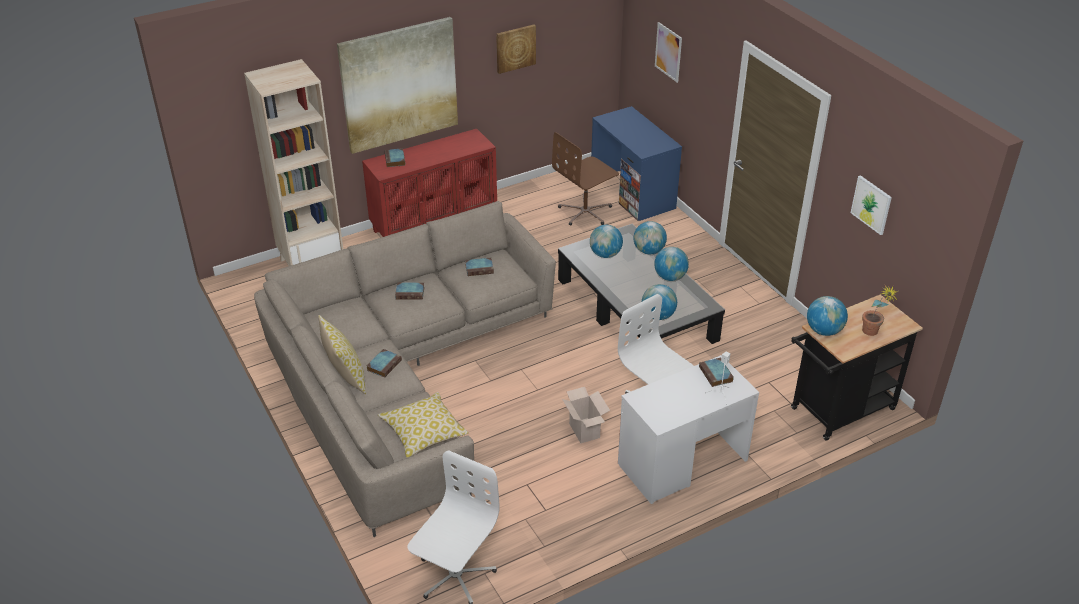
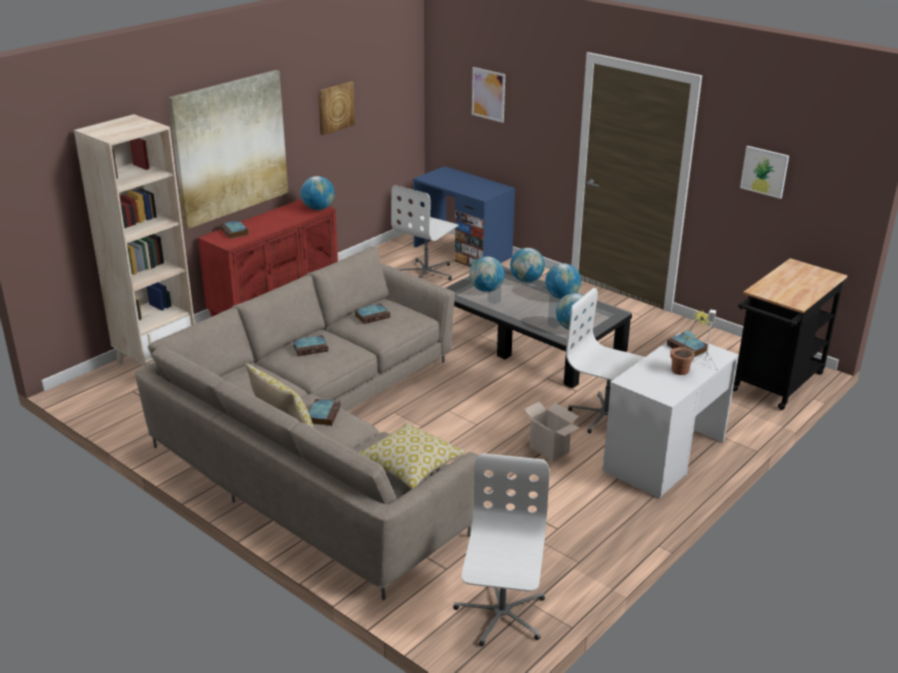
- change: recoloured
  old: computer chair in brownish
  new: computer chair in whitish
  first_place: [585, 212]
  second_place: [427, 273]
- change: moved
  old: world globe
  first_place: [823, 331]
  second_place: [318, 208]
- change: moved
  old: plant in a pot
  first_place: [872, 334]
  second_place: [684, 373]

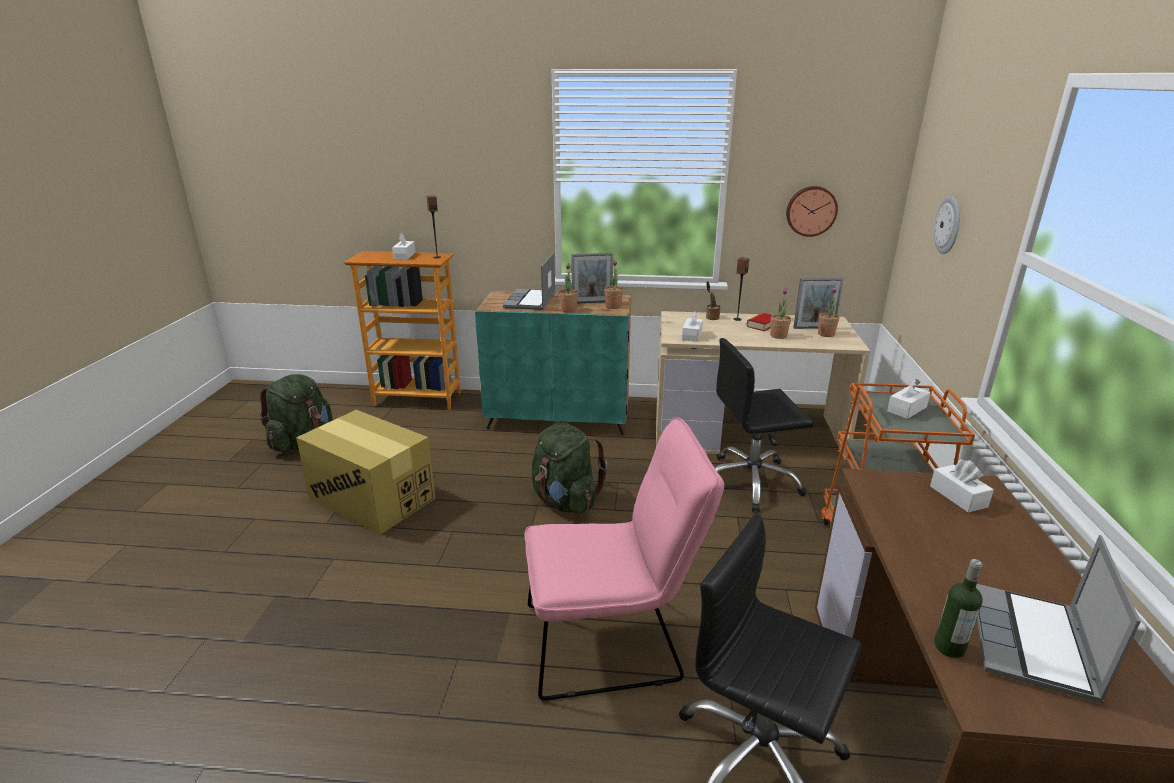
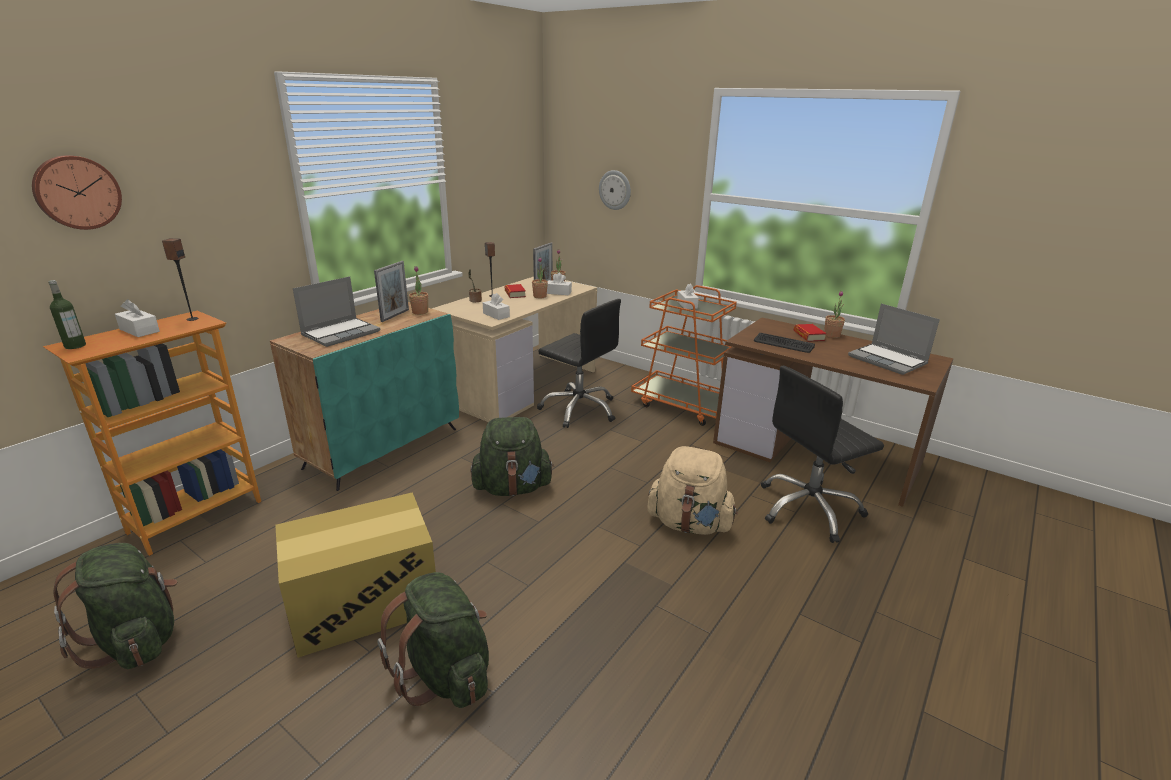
- change: turned
  old: portable computer
  first_place: [531, 301]
  second_place: [341, 333]
  degrees: -90
- change: replaced
  old: plain chair in pinkish
  new: backpack in sand-coloured
  first_place: [613, 641]
  second_place: [689, 524]
- change: moved
  old: plant in a pot
  first_place: [568, 310]
  second_place: [831, 335]
- change: turned
  old: computer chair in black-coloured
  first_place: [751, 482]
  second_place: [579, 409]
  degrees: -75
- change: moved
  old: hanging clock
  first_place: [811, 211]
  second_place: [77, 192]
- change: moved
  old: tissue box in whitish
  first_place: [958, 496]
  second_place: [558, 292]
- change: moved
  old: beverage bottle
  first_place: [949, 647]
  second_place: [75, 346]
- change: added
  new: backpack in green
  second_place: [445, 674]
- change: added
  new: keyboard
  second_place: [783, 344]
- change: added
  new: volume
  second_place: [808, 336]

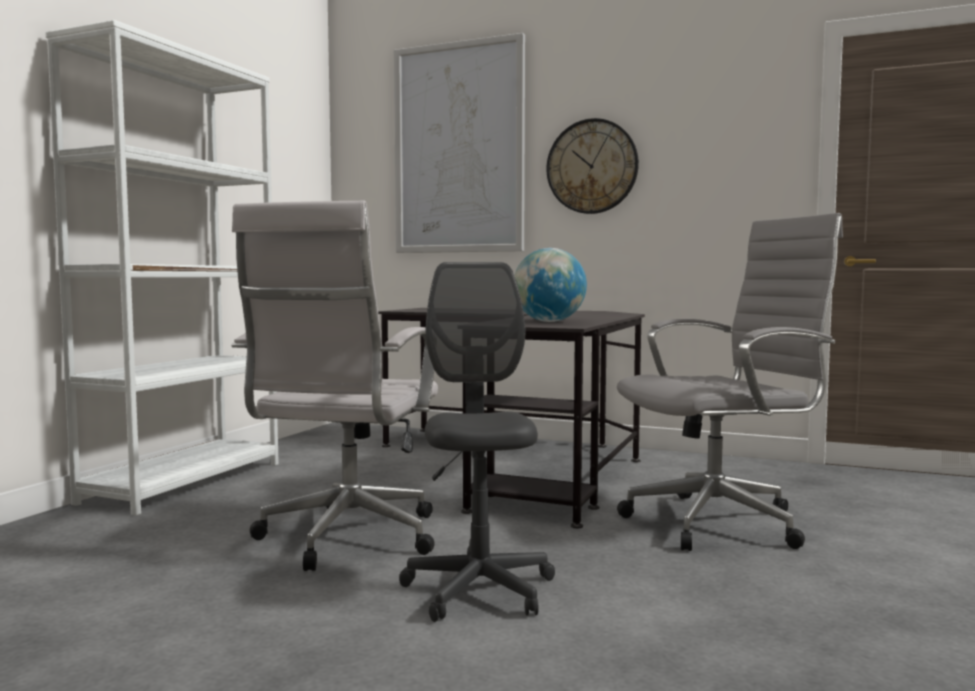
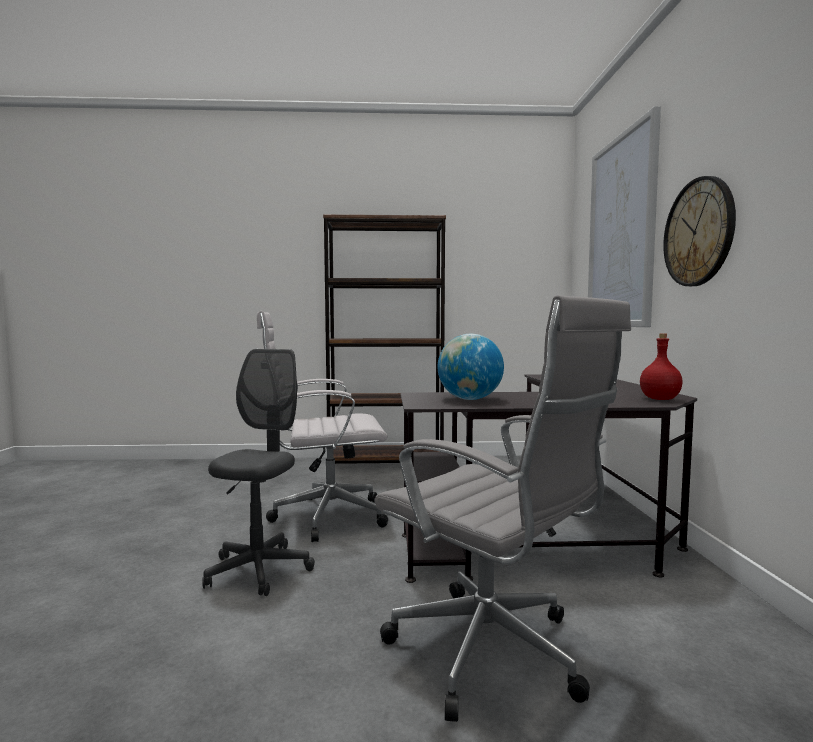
- change: recoloured
  old: bookshelf in whitish
  new: bookshelf in brownish
  first_place: [185, 482]
  second_place: [386, 463]
- change: turned
  old: computer chair in gray
  first_place: [479, 590]
  second_place: [258, 570]
  degrees: -45
- change: added
  new: beverage bottle in red
  second_place: [659, 399]

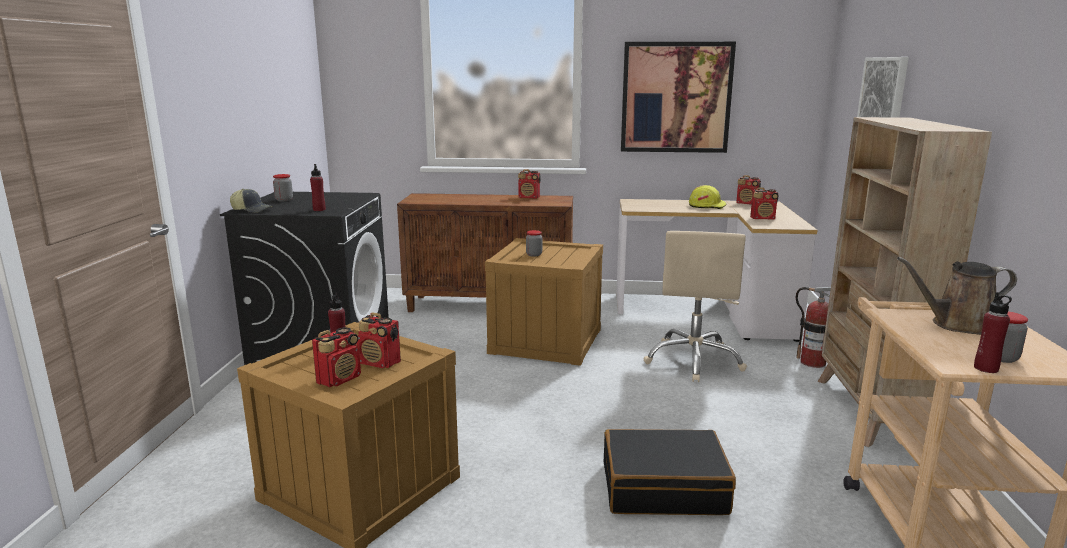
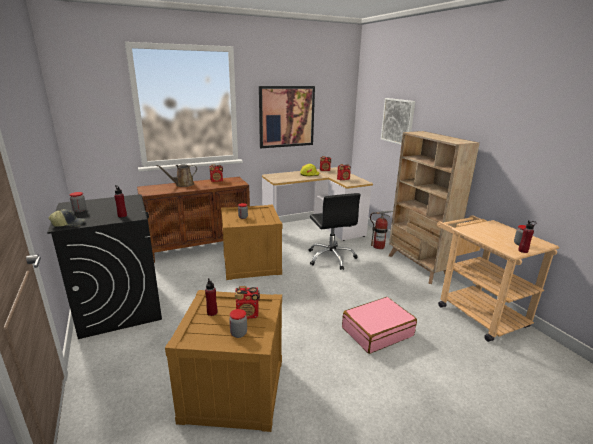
- change: replaced
  old: radio
  new: preserve jar
  first_place: [340, 379]
  second_place: [238, 333]
- change: recoloured
  old: suitcase in black-coloured
  new: suitcase in pinkish
  first_place: [663, 488]
  second_place: [377, 331]
- change: recoloured
  old: computer chair in sand-coloured
  new: computer chair in black-coloured
  first_place: [694, 360]
  second_place: [331, 258]
- change: moved
  old: sprinkling can in brownish
  first_place: [957, 325]
  second_place: [183, 184]

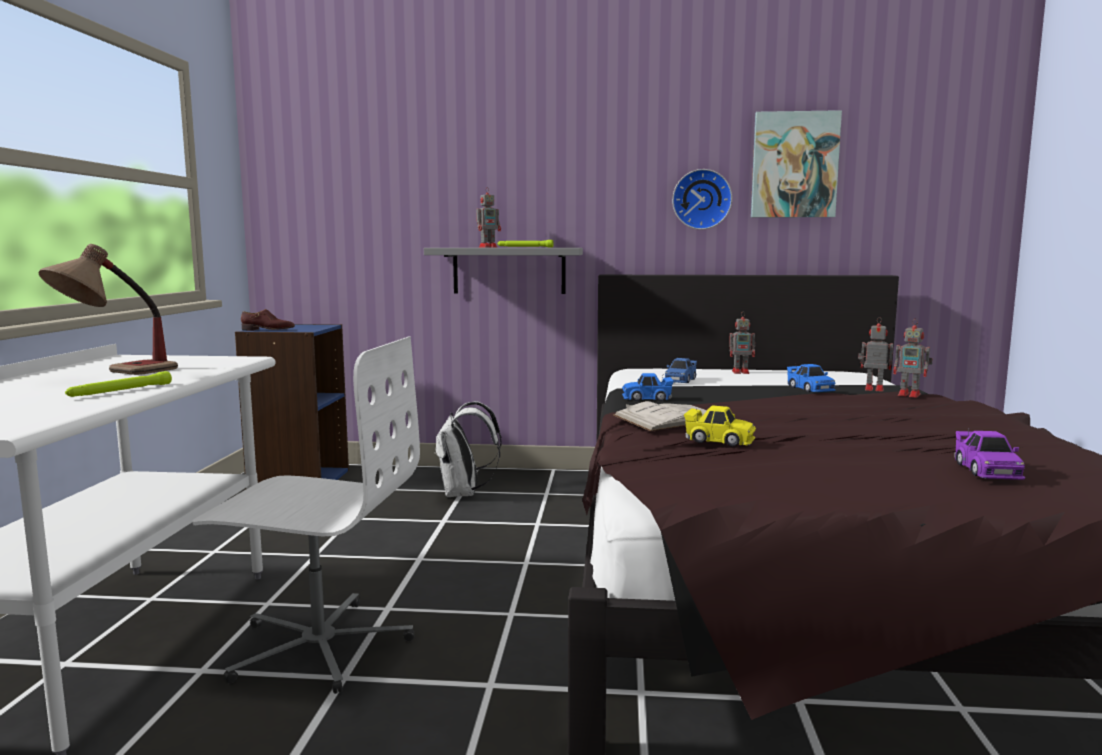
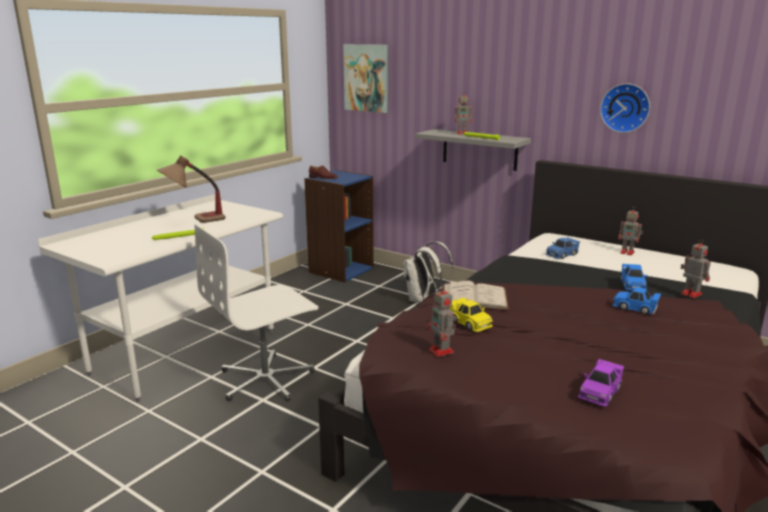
- change: turned
  old: computer chair in whitish
  first_place: [319, 646]
  second_place: [266, 379]
  degrees: 105
- change: moved
  old: toy car in blue
  first_place: [647, 398]
  second_place: [635, 308]
- change: moved
  old: wall picture
  first_place: [794, 165]
  second_place: [366, 78]
- change: moved
  old: model robot
  first_place: [910, 395]
  second_place: [442, 351]

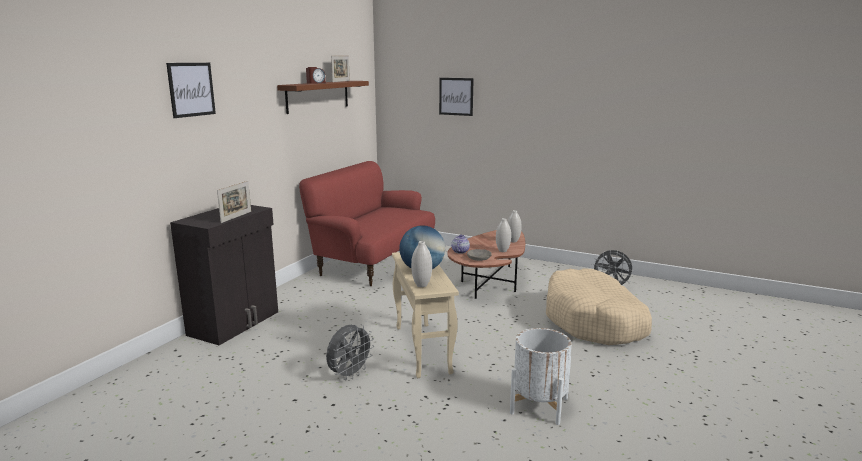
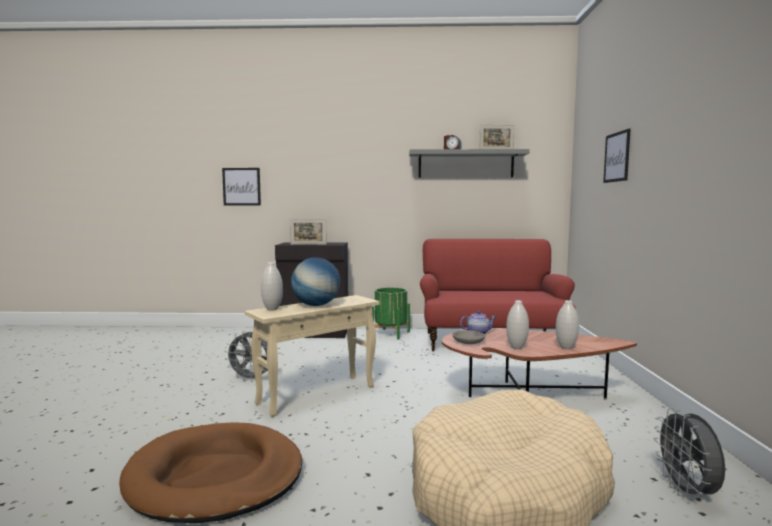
- change: moved
  old: wall picture
  first_place: [191, 89]
  second_place: [241, 186]
- change: recoloured
  old: bracket shelf in brownish
  new: bracket shelf in gray
  first_place: [318, 96]
  second_place: [465, 164]
- change: replaced
  old: flower pot in whitish
  new: dog cushion in brownish
  first_place: [539, 405]
  second_place: [215, 477]
- change: added
  new: flower pot in green
  second_place: [391, 334]

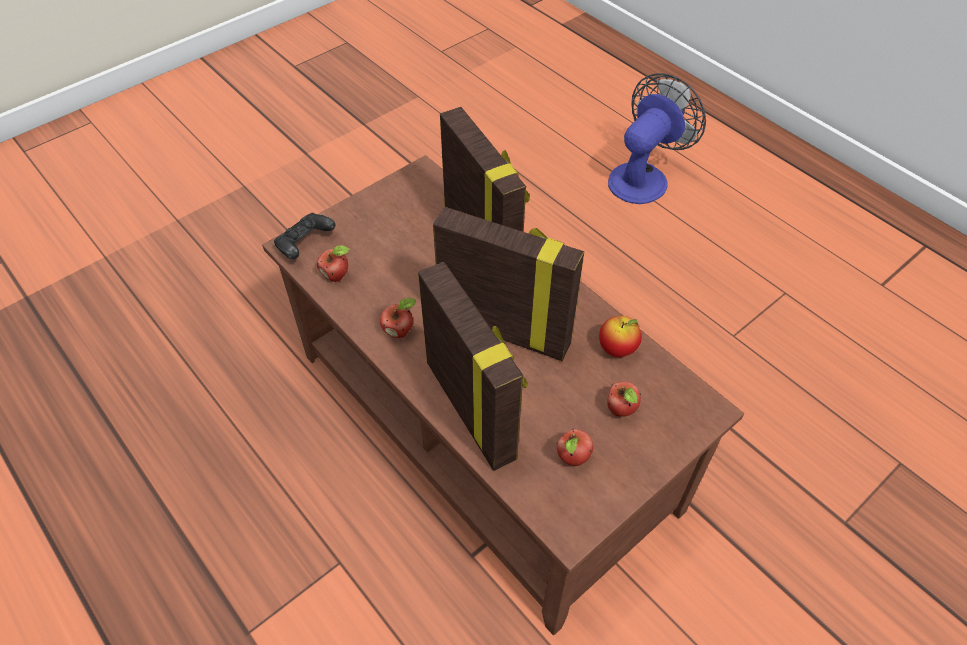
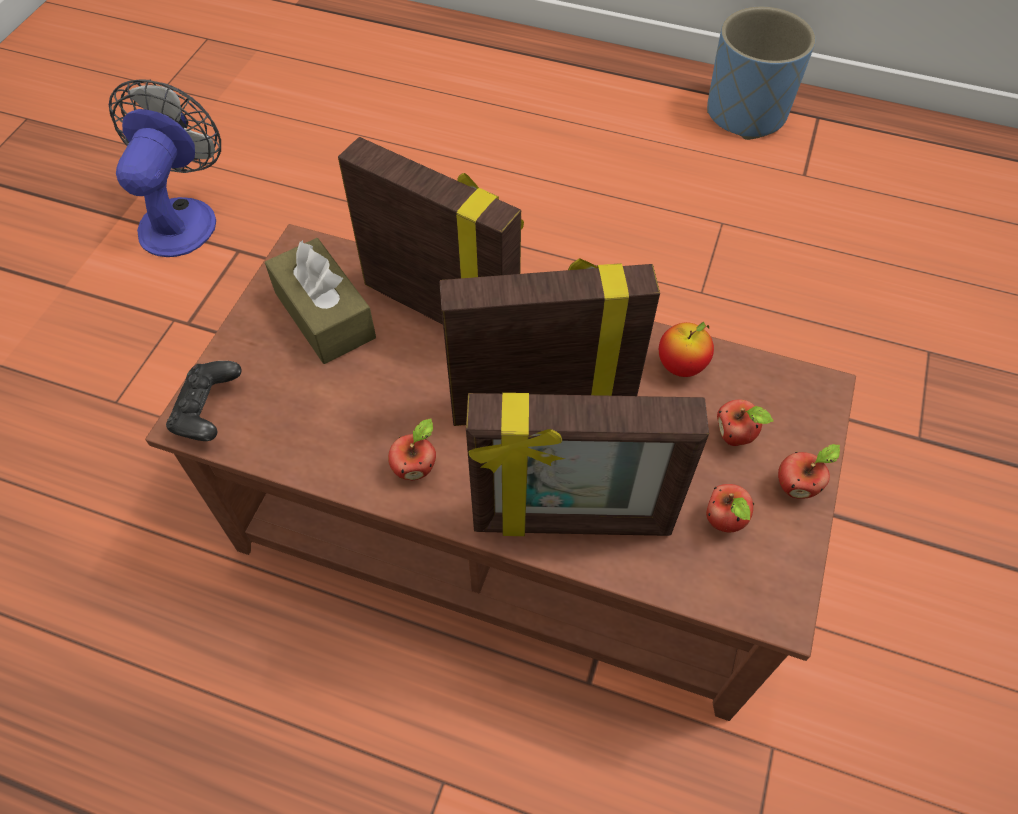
- change: moved
  old: apple
  first_place: [337, 276]
  second_place: [796, 486]
- change: turned
  old: picture frame
  first_place: [472, 409]
  second_place: [572, 522]
  degrees: 150
- change: moved
  old: fan
  first_place: [643, 177]
  second_place: [182, 216]
- change: added
  new: tissue box in brownish
  second_place: [324, 315]
- change: added
  new: flower pot in blue
  second_place: [746, 114]

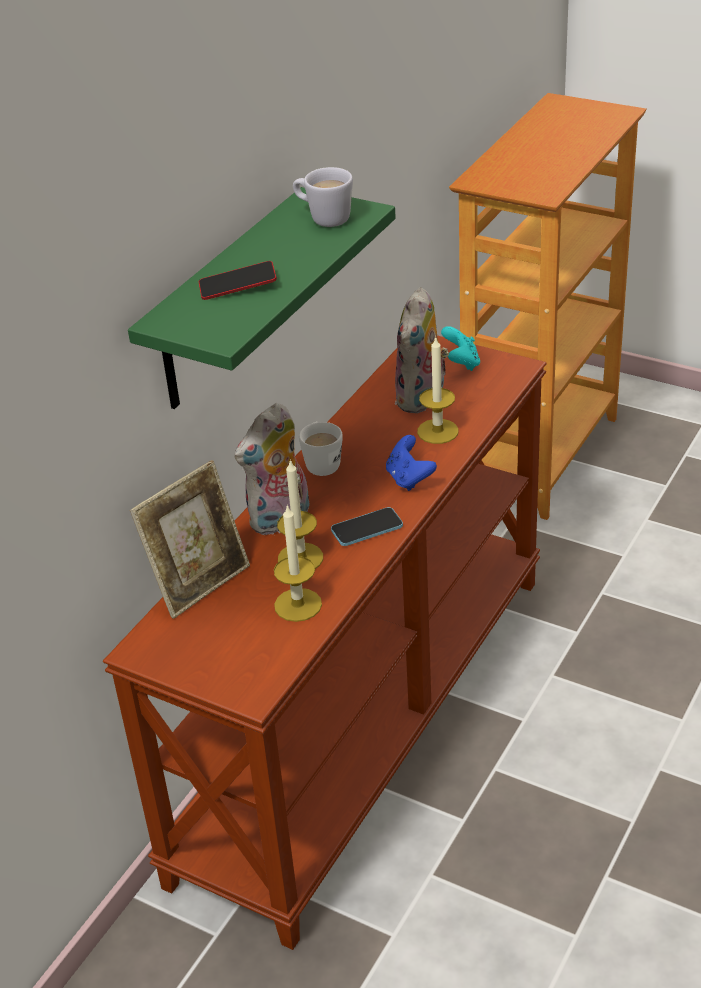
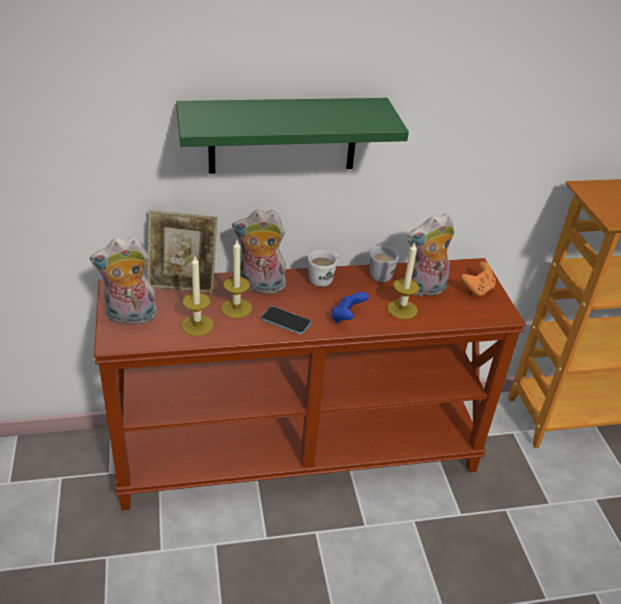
- change: removed
  old: phone
  first_place: [238, 286]
- change: moved
  old: tea mug in whitish
  first_place: [323, 218]
  second_place: [380, 273]
- change: recoloured
  old: game controller in turquoise
  new: game controller in orangey
  first_place: [461, 363]
  second_place: [477, 290]
- change: added
  new: plush toy
  second_place: [130, 317]

